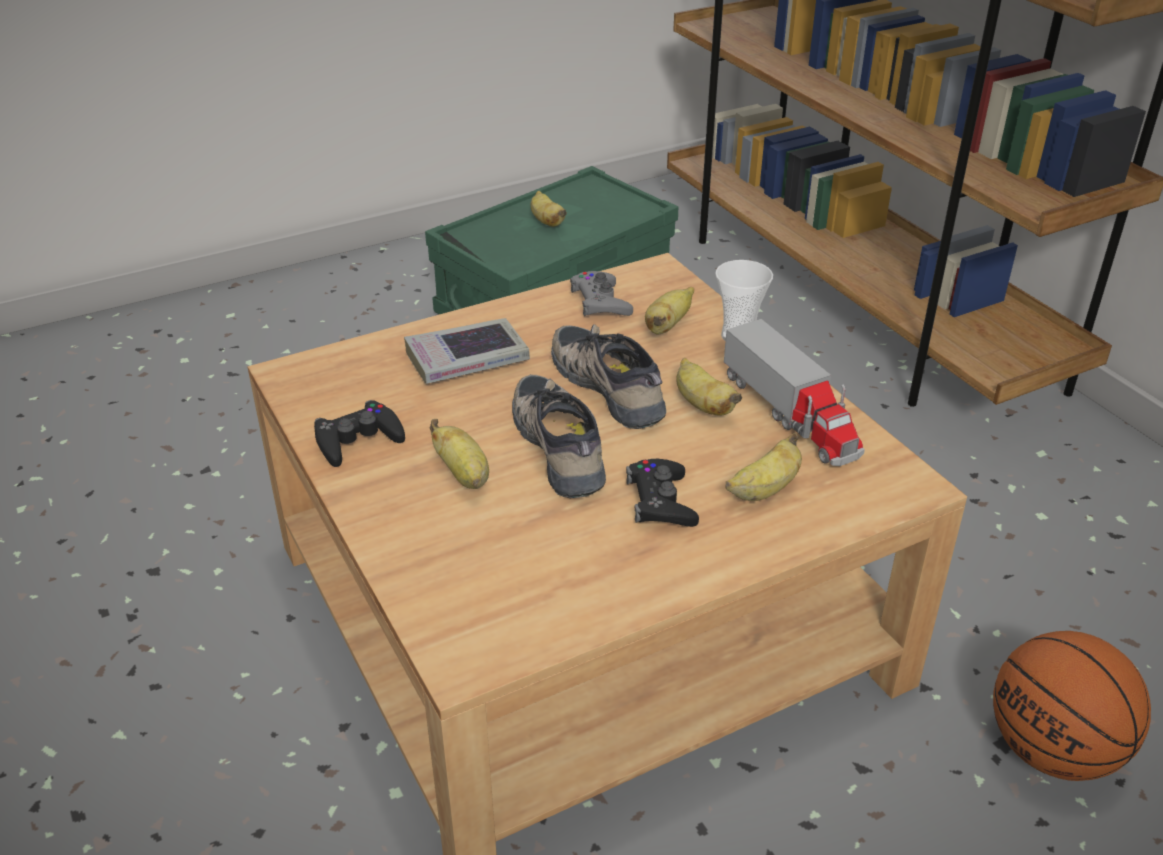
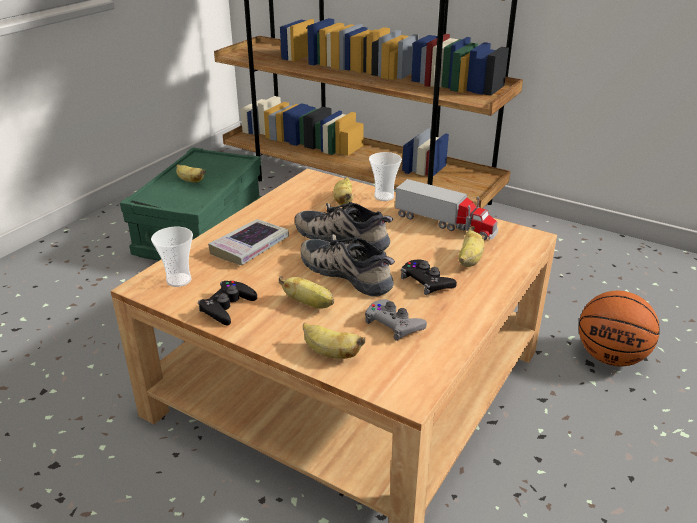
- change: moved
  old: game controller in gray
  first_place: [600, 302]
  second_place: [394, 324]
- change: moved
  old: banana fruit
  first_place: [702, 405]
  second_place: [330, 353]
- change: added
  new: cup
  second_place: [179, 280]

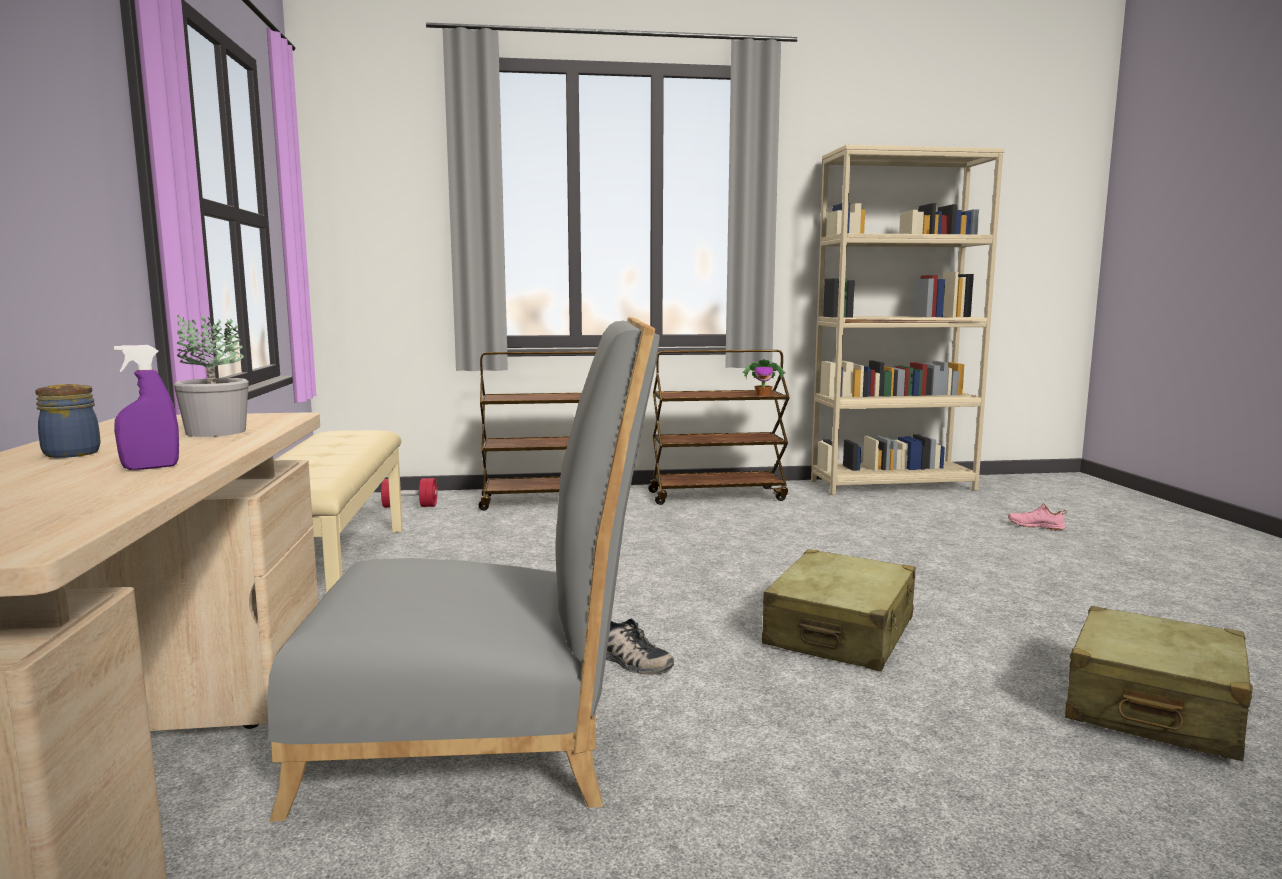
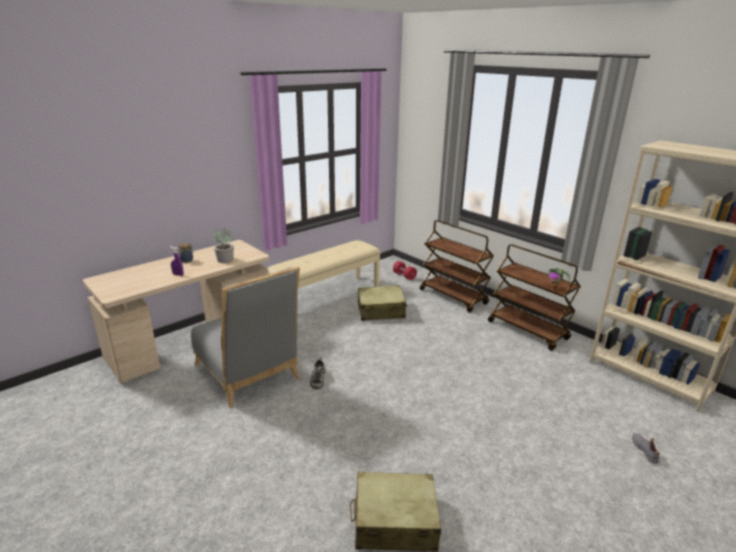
- change: moved
  old: suitcase in sand-coloured
  first_place: [840, 632]
  second_place: [381, 310]
- change: recoloured
  old: shoe in pinkish
  new: shoe in gray
  first_place: [1036, 526]
  second_place: [645, 450]

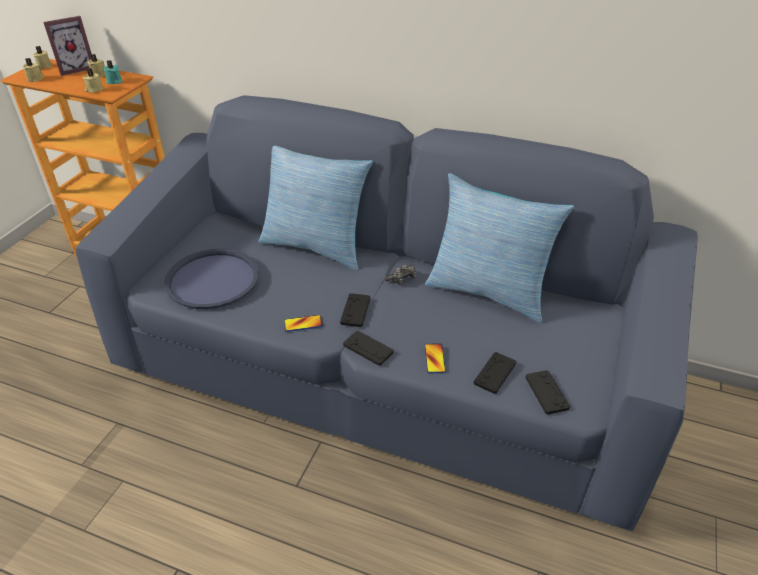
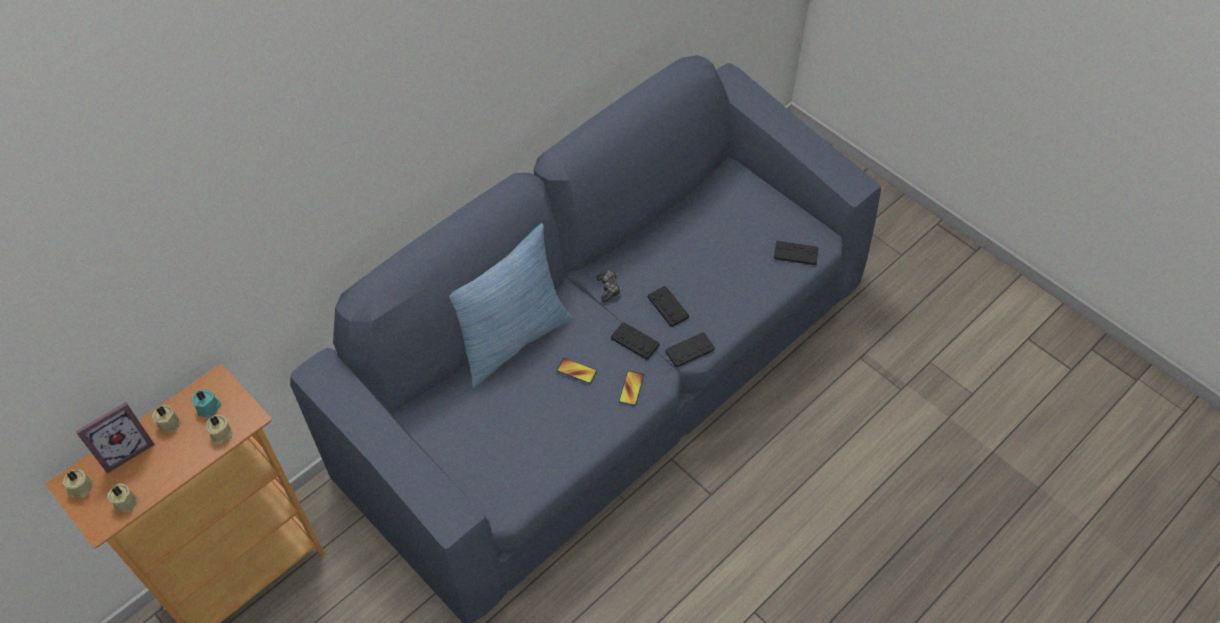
- change: turned
  old: picture frame
  first_place: [76, 69]
  second_place: [124, 448]
  degrees: 60
- change: removed
  old: tray in blue
  first_place: [212, 279]
- change: removed
  old: throw pillow
  first_place: [488, 291]
- change: moved
  old: phone
  first_place: [434, 359]
  second_place: [576, 371]
- change: moved
  old: game controller in black-coloured
  first_place: [495, 373]
  second_place: [668, 307]

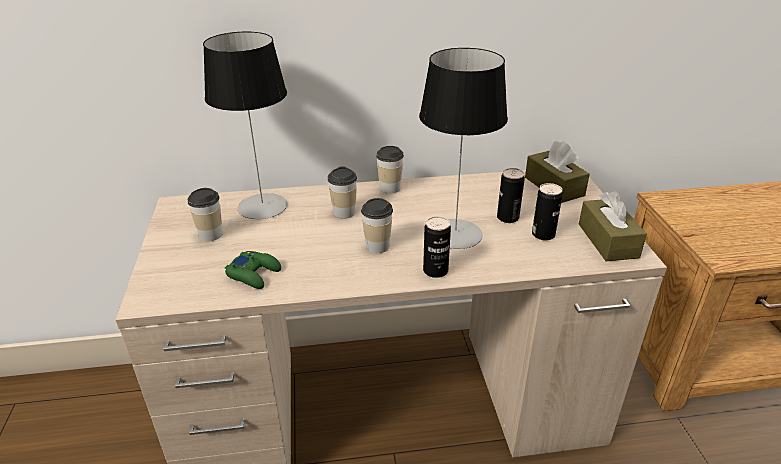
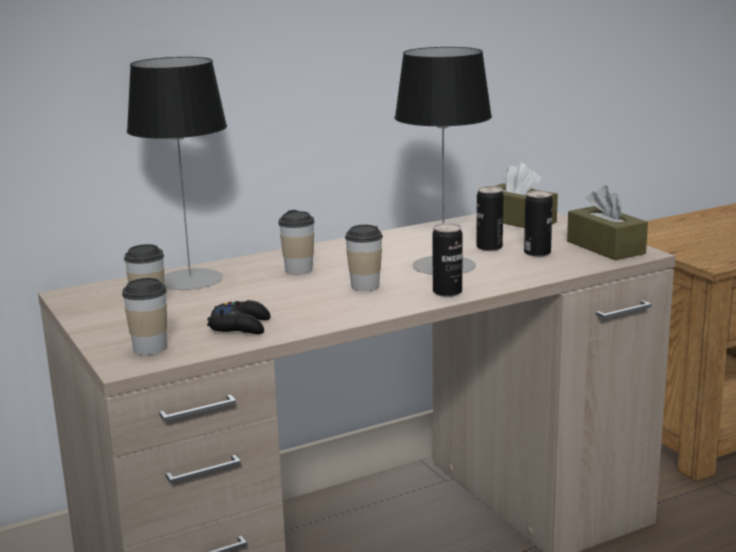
- change: recoloured
  old: game controller in green
  new: game controller in black-coloured
  first_place: [254, 274]
  second_place: [240, 326]
- change: moved
  old: cup
  first_place: [390, 188]
  second_place: [150, 348]

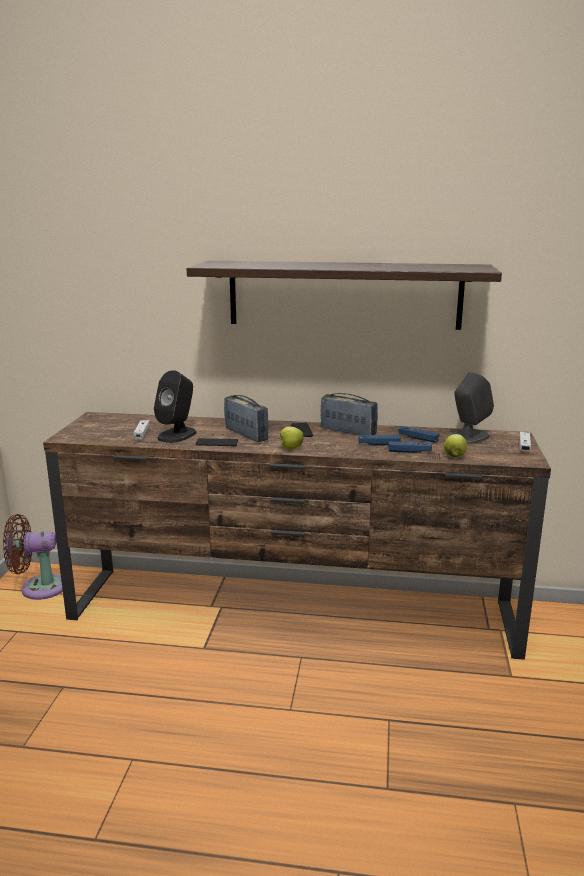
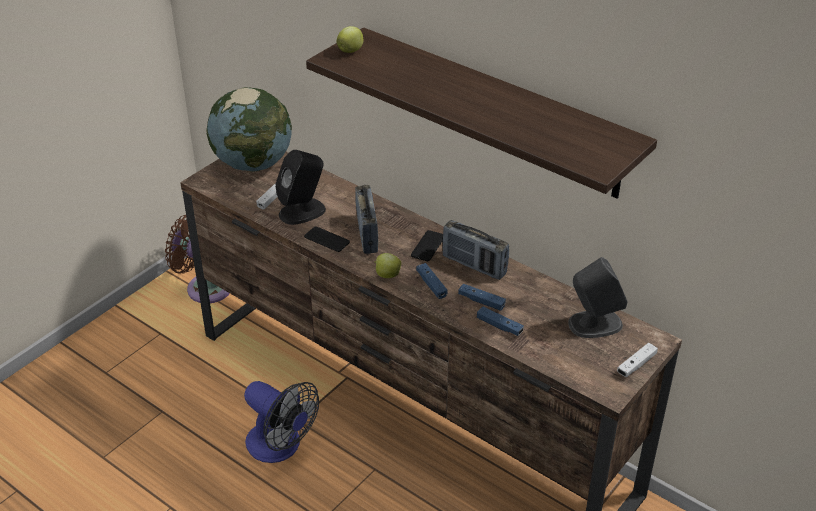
- change: turned
  old: radio
  first_place: [348, 431]
  second_place: [474, 265]
  degrees: 150
- change: moved
  old: game controller in blue
  first_place: [418, 438]
  second_place: [431, 285]
- change: moved
  old: apple
  first_place: [454, 456]
  second_place: [350, 51]
- change: added
  new: world globe
  second_place: [253, 164]
- change: added
  new: fan
  second_place: [280, 447]

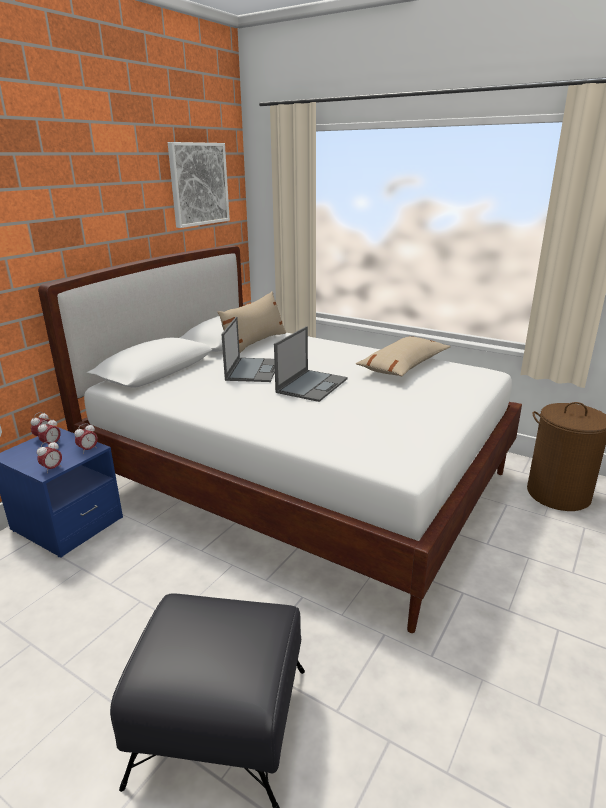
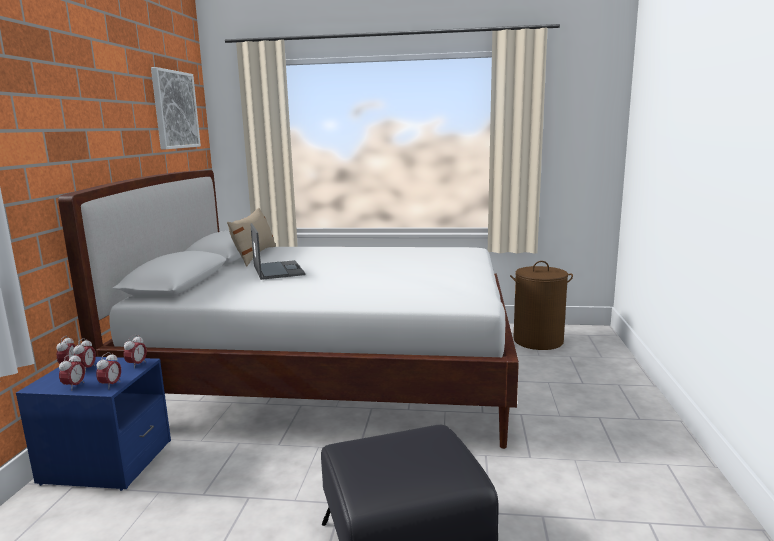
- change: removed
  old: portable computer
  first_place: [312, 385]
- change: removed
  old: throw pillow in sand-coloured
  first_place: [403, 366]
- change: added
  new: table clock
  second_place: [74, 386]

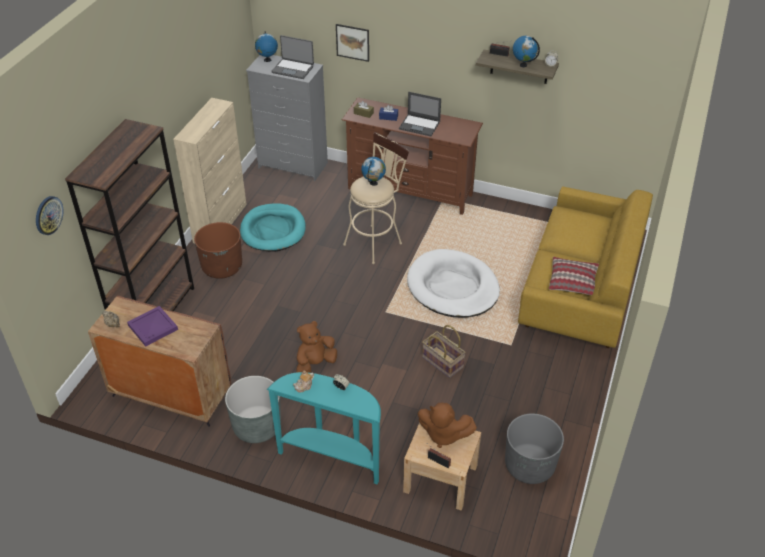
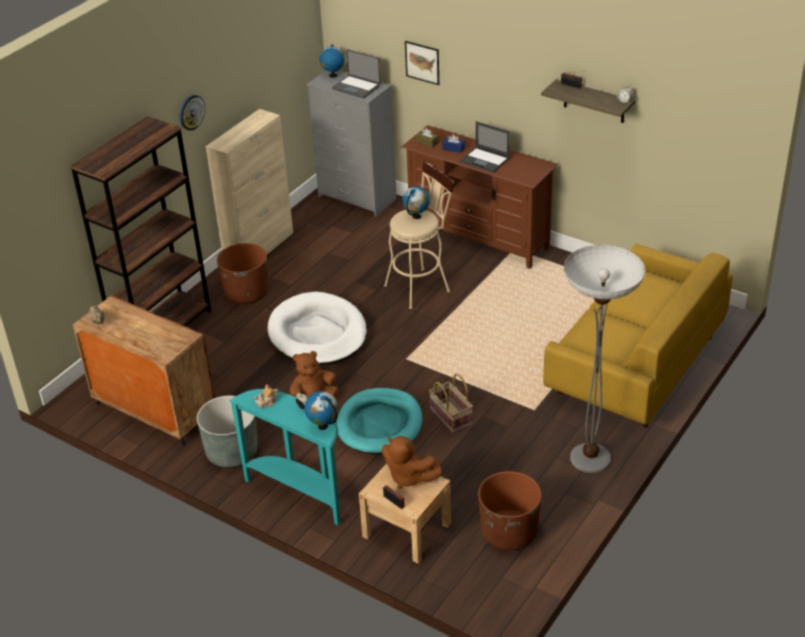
- change: moved
  old: hanging clock
  first_place: [48, 215]
  second_place: [191, 112]
- change: removed
  old: tray in purple-coloured
  first_place: [153, 327]
- change: moved
  old: dog cushion in turquoise
  first_place: [273, 230]
  second_place: [380, 424]
- change: moved
  old: dog cushion in whitish
  first_place: [453, 287]
  second_place: [318, 333]
- change: recoloured
  old: flower pot in gray
  new: flower pot in brownish
  first_place: [529, 465]
  second_place: [509, 532]
- change: moved
  old: world globe
  first_place: [523, 65]
  second_place: [323, 426]
- change: removed
  old: throw pillow
  first_place: [573, 281]
- change: added
  new: standard lamp
  second_place: [590, 458]

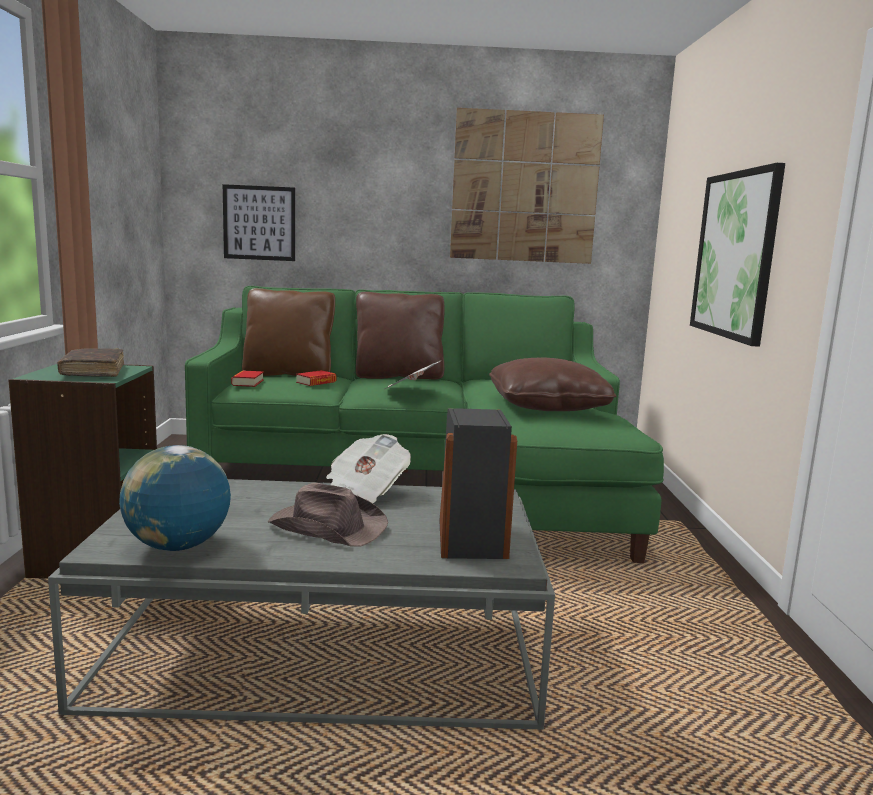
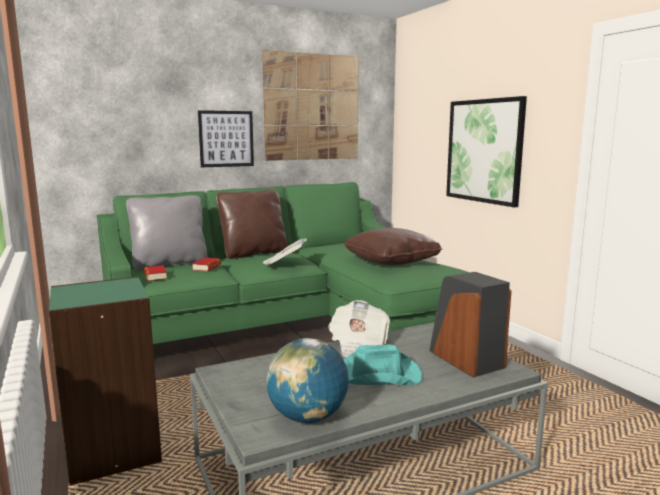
- change: removed
  old: volume in brownish
  first_place: [93, 371]
- change: moved
  old: wall picture
  first_place: [259, 223]
  second_place: [226, 139]
- change: recoloured
  old: throw pillow in brownish
  new: throw pillow in gray
  first_place: [288, 374]
  second_place: [169, 264]
- change: recoloured
  old: wearable hat in brownish
  new: wearable hat in turquoise
  first_place: [327, 526]
  second_place: [376, 375]

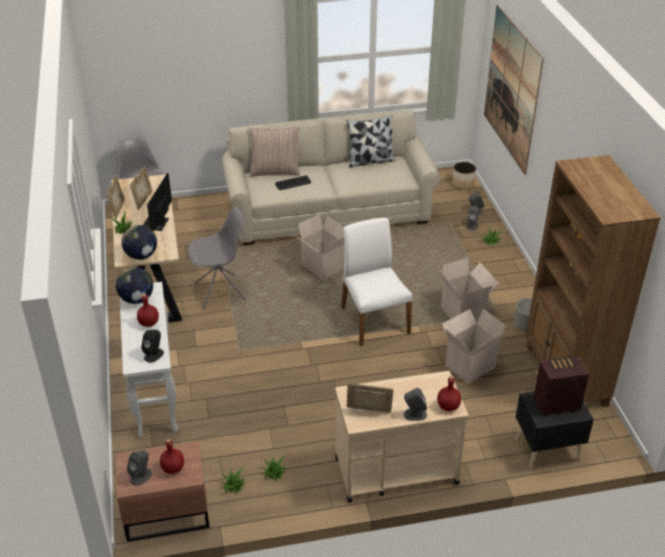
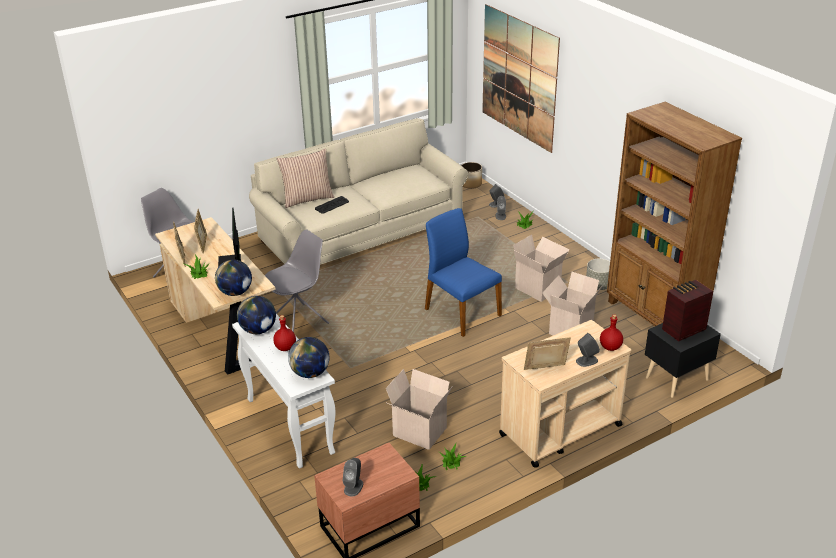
- change: replaced
  old: loudspeaker in black-coloured
  new: world globe
  first_place: [154, 355]
  second_place: [310, 373]
- change: removed
  old: beverage bottle in red
  first_place: [172, 468]
- change: moved
  old: carton
  first_place: [321, 267]
  second_place: [418, 432]
- change: recoloured
  old: plain chair in whitish
  new: plain chair in blue
  first_place: [373, 320]
  second_place: [461, 312]
- change: removed
  old: throw pillow
  first_place: [370, 161]

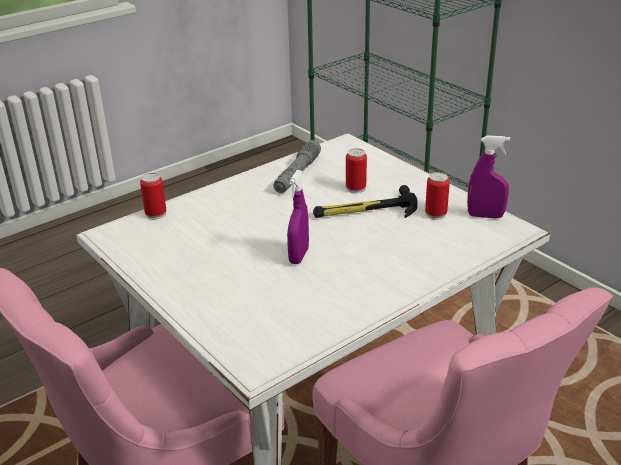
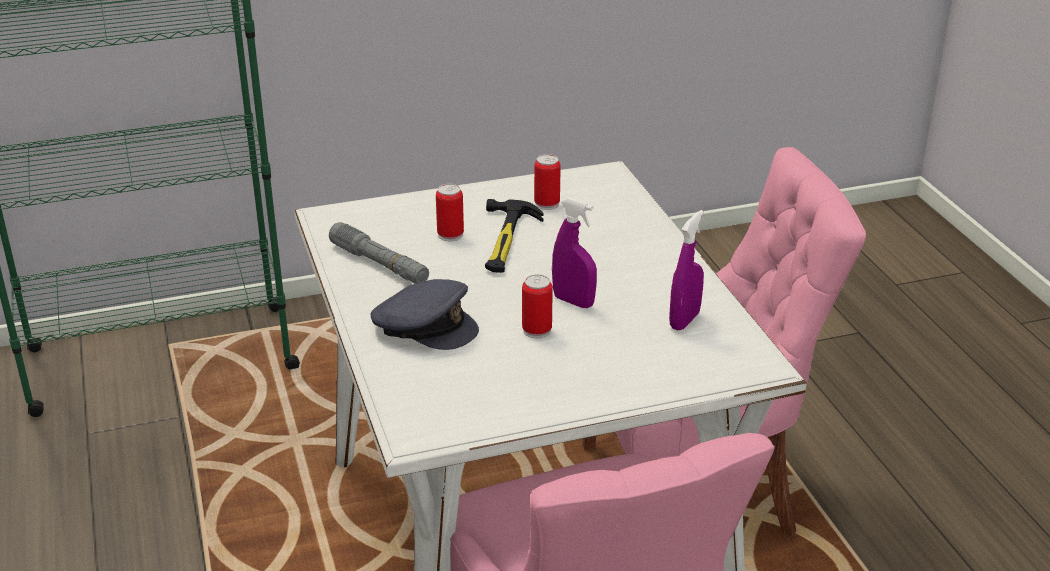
- change: moved
  old: metal can
  first_place: [156, 214]
  second_place: [537, 330]
- change: moved
  old: spray bottle in purple-coloured
  first_place: [485, 216]
  second_place: [684, 320]
- change: added
  new: cap in gray
  second_place: [425, 326]

